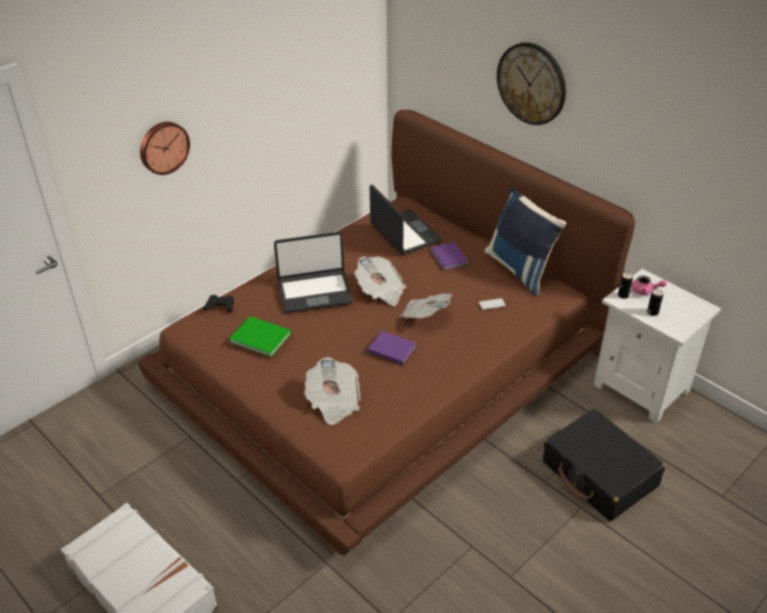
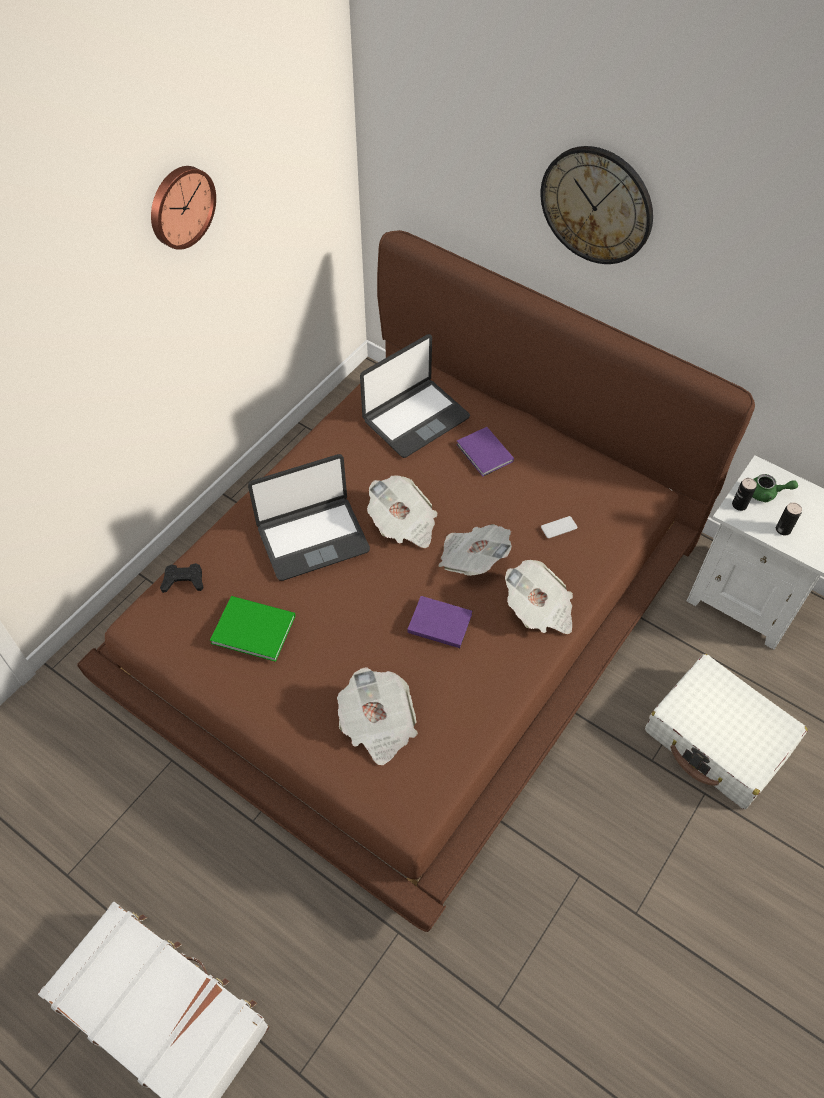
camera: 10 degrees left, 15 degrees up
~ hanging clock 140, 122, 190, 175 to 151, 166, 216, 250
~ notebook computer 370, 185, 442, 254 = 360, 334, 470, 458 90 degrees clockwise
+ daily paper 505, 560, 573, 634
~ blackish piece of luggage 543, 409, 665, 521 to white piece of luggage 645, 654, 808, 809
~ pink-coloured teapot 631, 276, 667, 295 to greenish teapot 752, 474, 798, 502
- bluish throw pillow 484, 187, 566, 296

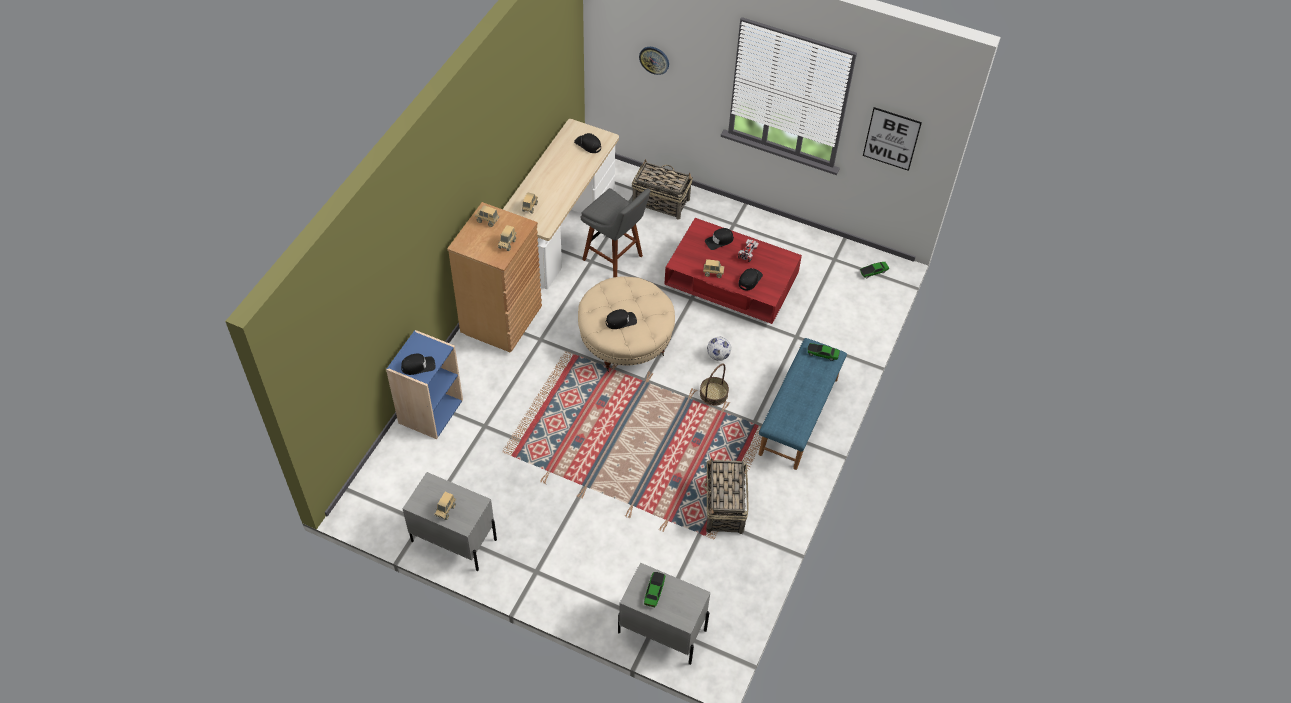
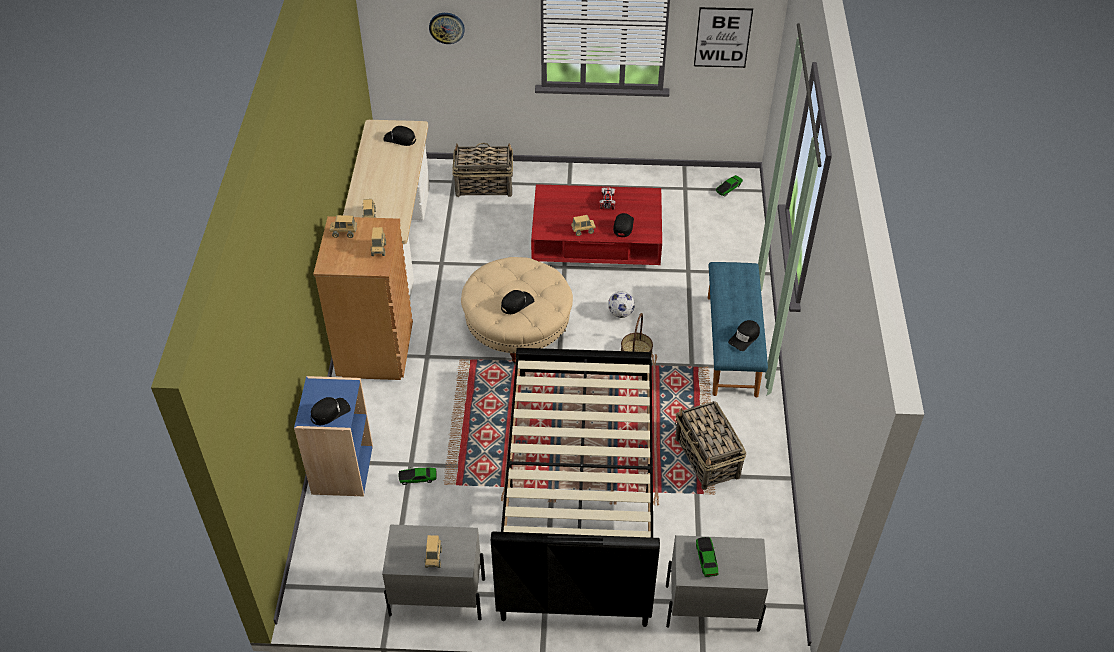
camera: 20 degrees left, 5 degrees down
~ toy car 808, 343, 840, 361 to 398, 468, 437, 485
+ blackish bedroom bed 491, 348, 660, 627
~ blackish cap 705, 228, 734, 250 to 728, 320, 760, 351
- grey sitting stool 580, 188, 651, 277

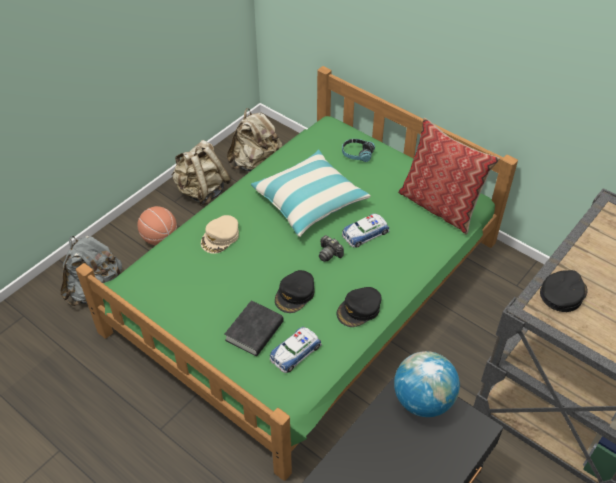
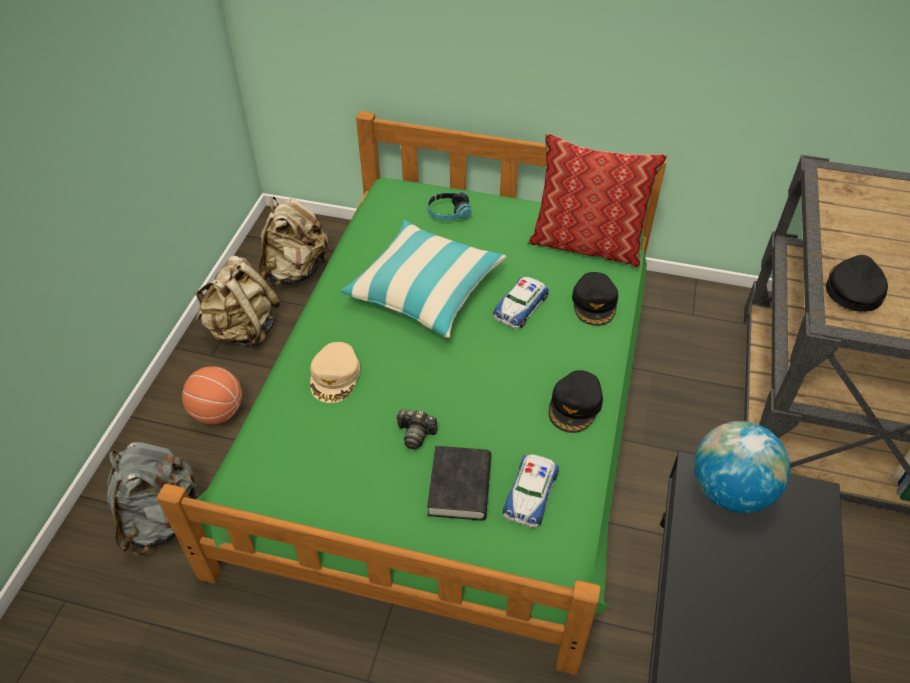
camera: 25 degrees left, 0 degrees up
~ photo camera 319, 235, 344, 262 to 396, 409, 438, 449
~ blackish cap 275, 270, 314, 313 to 572, 272, 618, 326

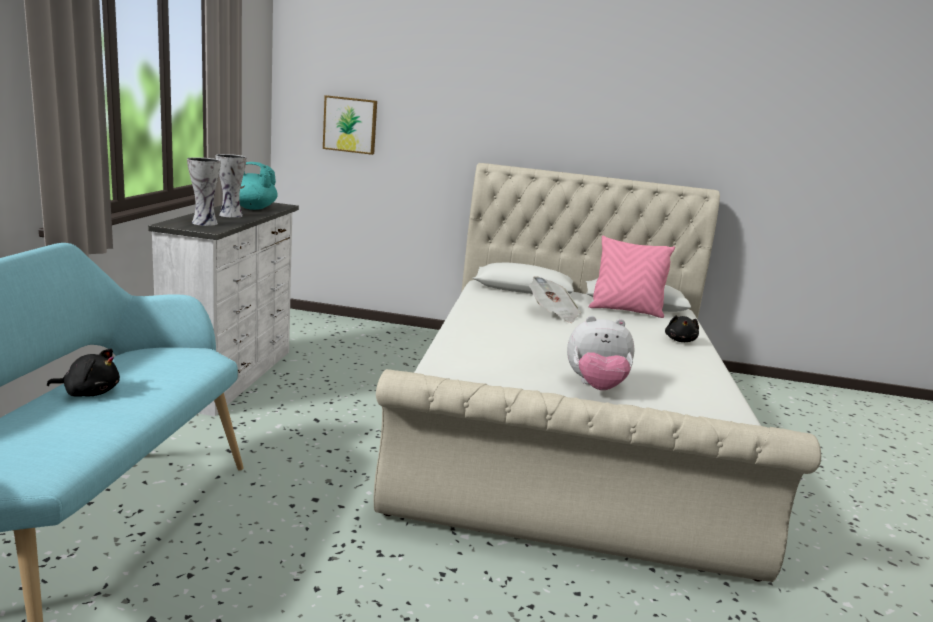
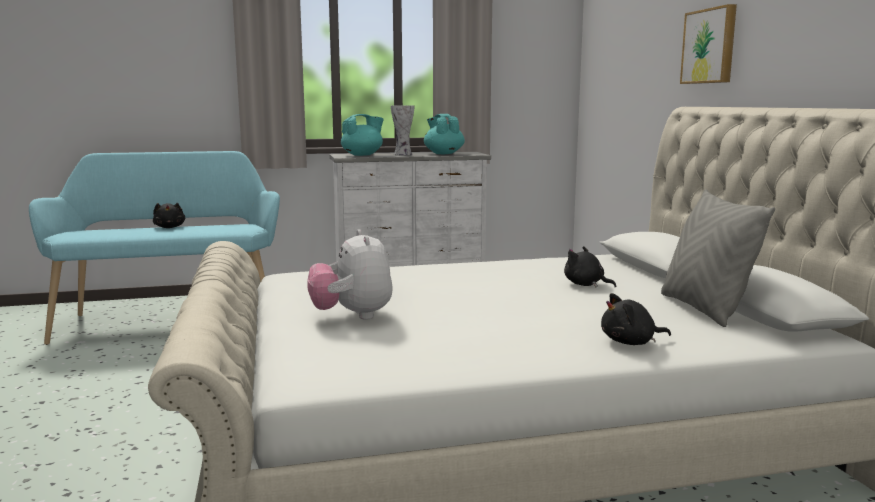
camera: 70 degrees right, 5 degrees down
~ flower vase 187, 157, 221, 226 to blue-green teapot 341, 114, 384, 156
~ daily paper 529, 276, 581, 323 to blackish cuddly toy 564, 246, 616, 288
~ pink-coloured throw pillow 589, 235, 675, 318 to grey throw pillow 661, 189, 775, 327
~ picture 323, 95, 377, 155 to 680, 4, 737, 84

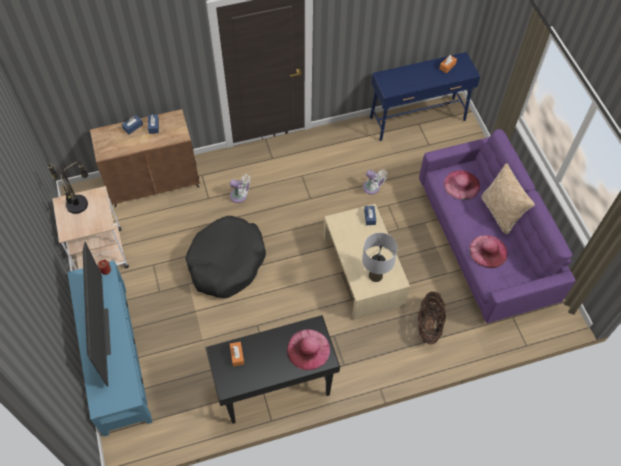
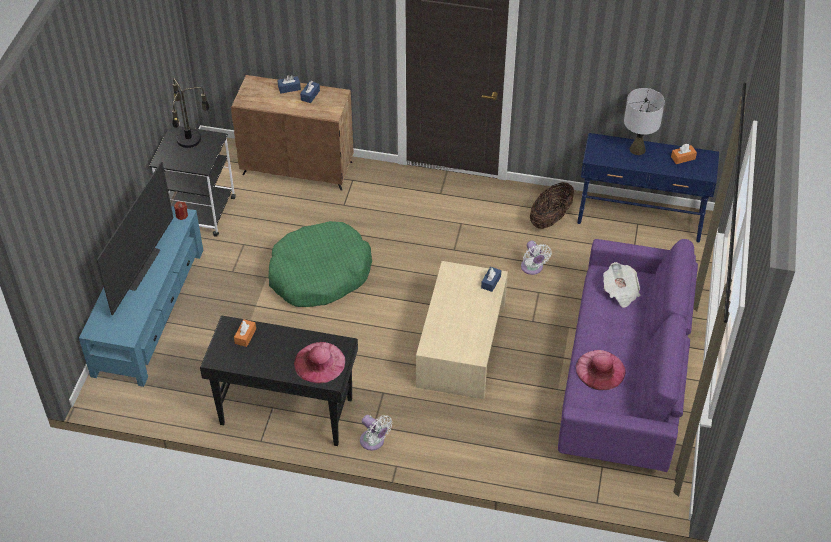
camera: 30 degrees right, 10 degrees down
~ beige-coloured cart 53, 186, 129, 270 to blackish cart 150, 125, 236, 237
~ blackish pet bed 185, 216, 266, 298 to greenish pet bed 268, 221, 372, 307
~ white fan 230, 174, 250, 203 to 360, 415, 392, 451
~ basket 418, 291, 446, 345 to 530, 182, 574, 229
~ pink-coloured hat 444, 171, 480, 200 to daily paper 603, 262, 641, 308
~ grey tabletop lamp 362, 233, 398, 282 to 624, 88, 665, 155
- beige-coloured throw pillow 481, 163, 535, 234

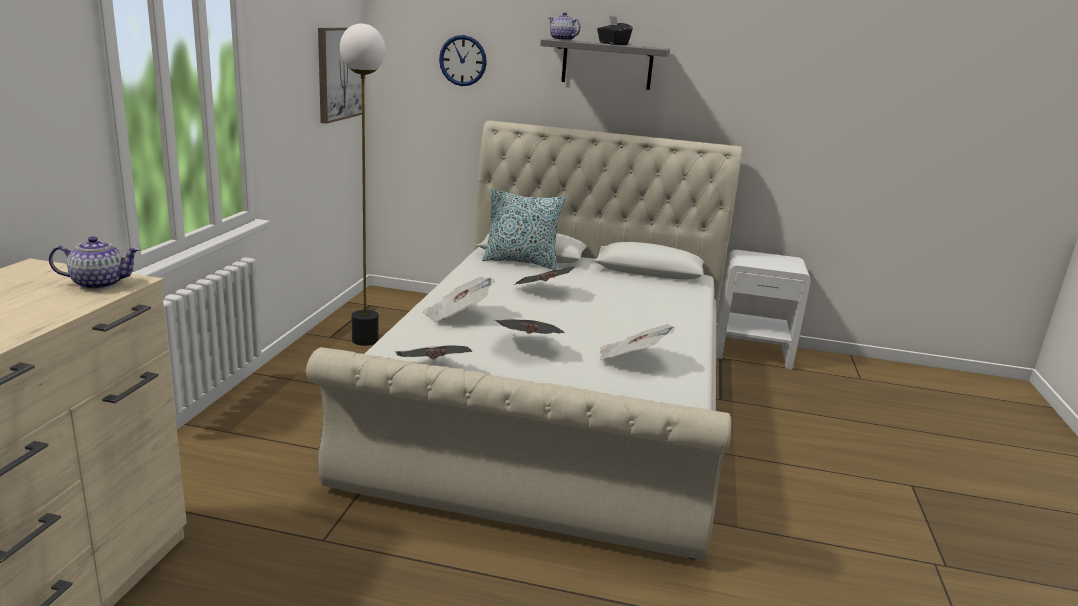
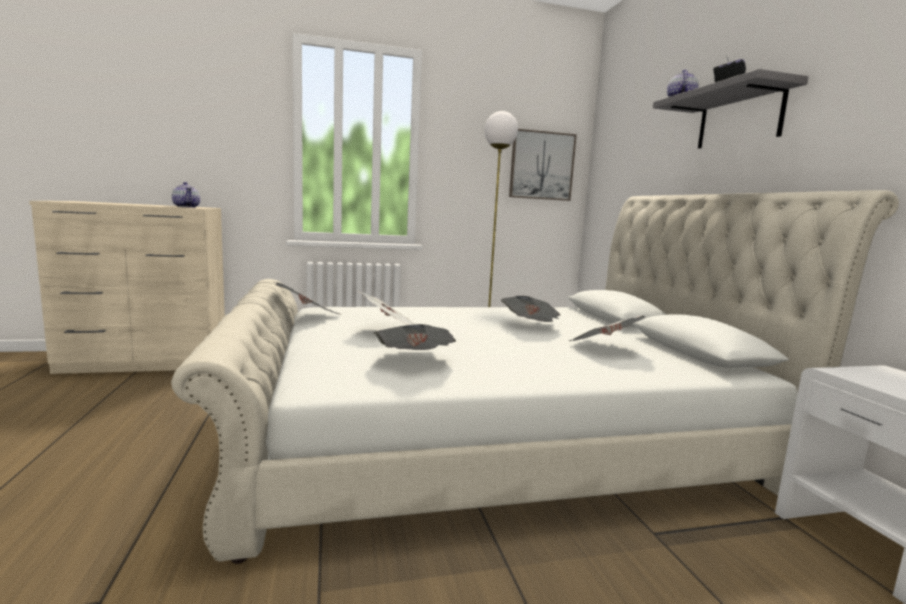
camera: 65 degrees right, 10 degrees down
~ daily paper 423, 277, 495, 322 to 569, 315, 646, 341
- hanging clock 439, 35, 487, 86
- throw pillow 482, 190, 566, 270

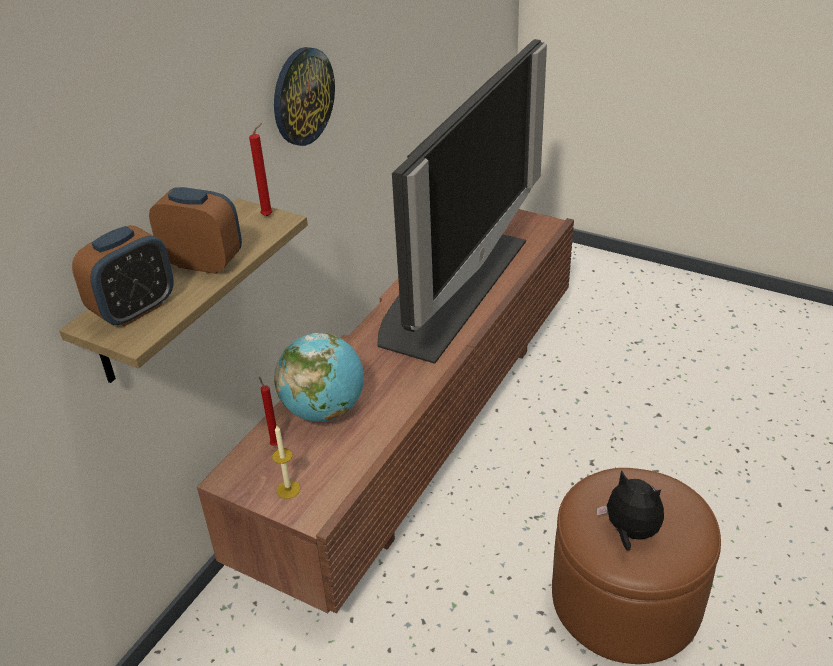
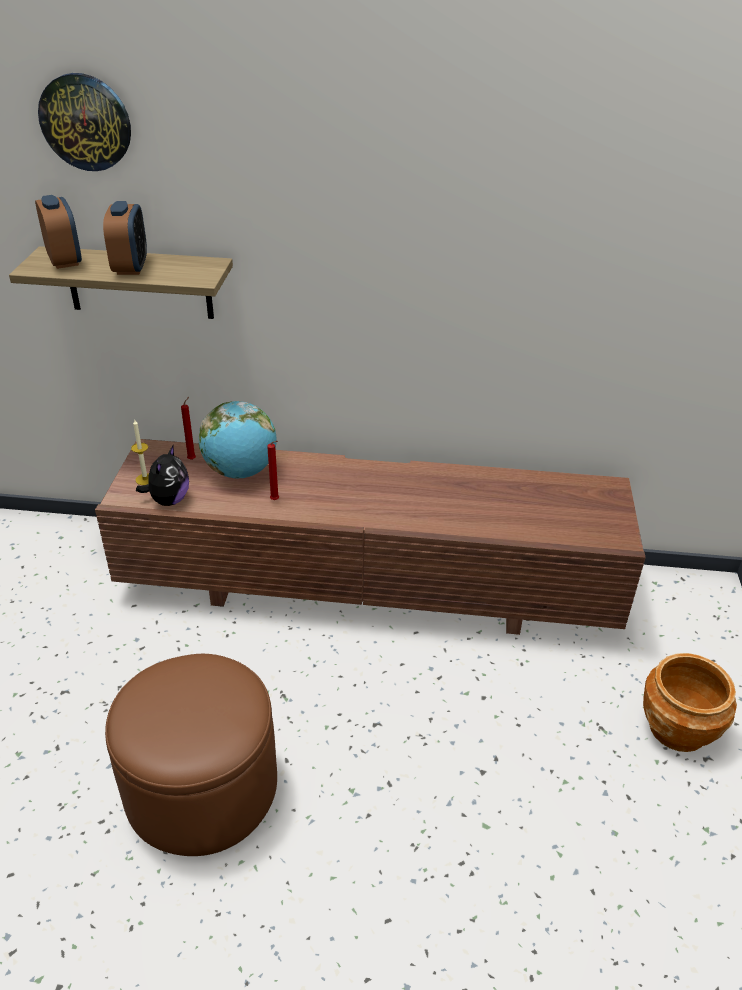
camera: 65 degrees right, 0 degrees up
~ bedside clock 72, 225, 174, 327 = 35, 195, 82, 269 135 degrees counterclockwise
~ hanging clock 274, 47, 335, 146 to 38, 73, 131, 171
~ cuddly toy 597, 470, 664, 551 to 136, 444, 189, 506
~ reddish wax light 249, 123, 273, 216 to 267, 441, 279, 500
+ brownish plant pot 643, 653, 737, 752
- TV 377, 39, 547, 364

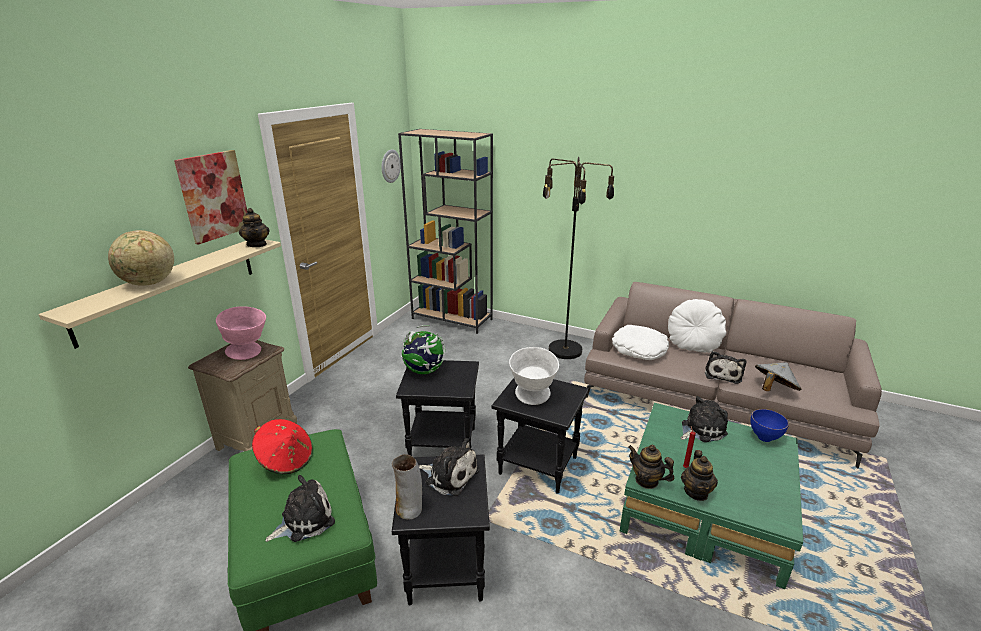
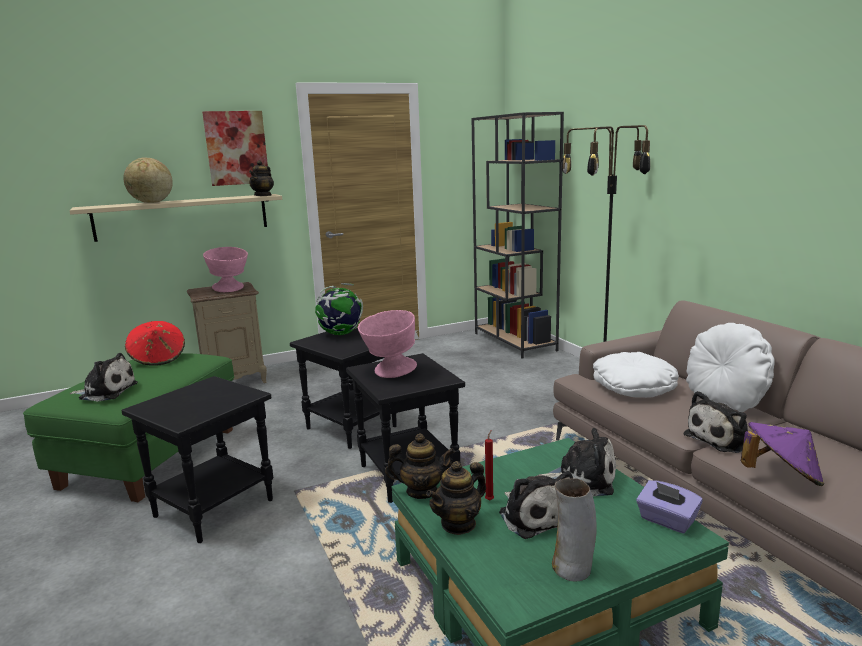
camera: 40 degrees right, 10 degrees down
~ white serving bowl 509, 347, 559, 405 to pink-coloured serving bowl 358, 310, 417, 378
~ teapot 628, 445, 674, 489 = 385, 433, 455, 499 105 degrees clockwise
~ cuddly toy 419, 438, 479, 496 to 499, 471, 573, 539
~ flower vase 392, 454, 422, 519 to 552, 478, 597, 582
~ bluish serving bowl 750, 409, 789, 442 to purple tissue box 636, 480, 703, 533
~ grey hat 755, 362, 801, 391 to purple hat 741, 422, 824, 486
- hanging clock 382, 149, 401, 183

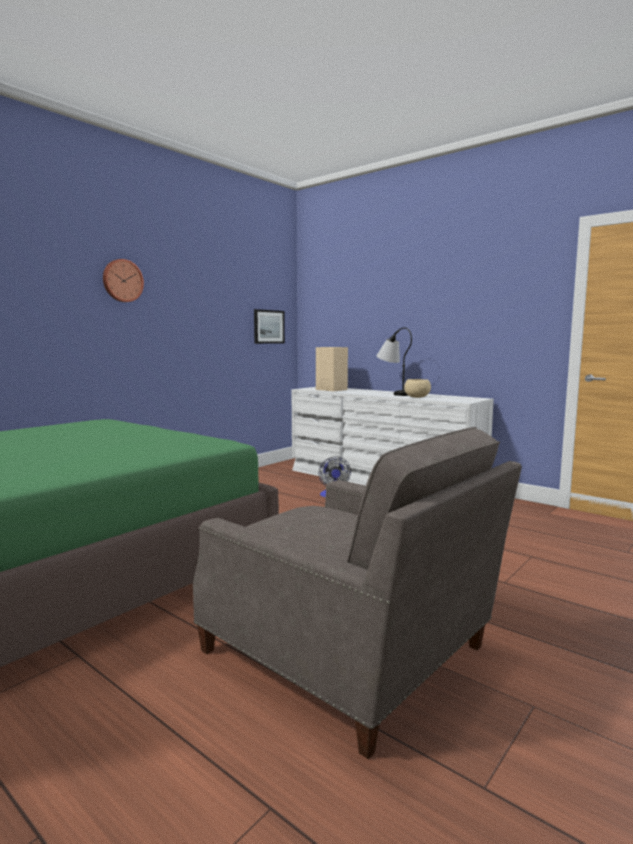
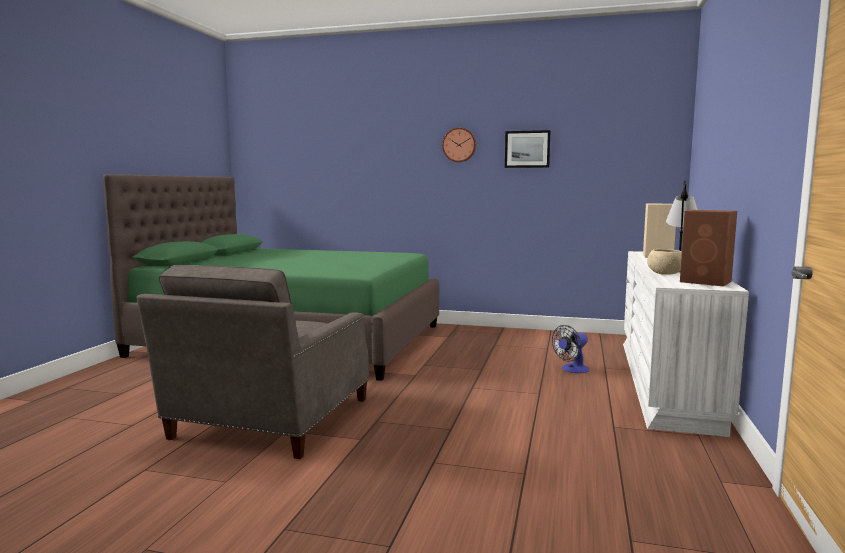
camera: 65 degrees right, 0 degrees up
~ picture 254, 309, 285, 344 to 505, 130, 551, 168
+ brownish loudspeaker 680, 210, 737, 287

